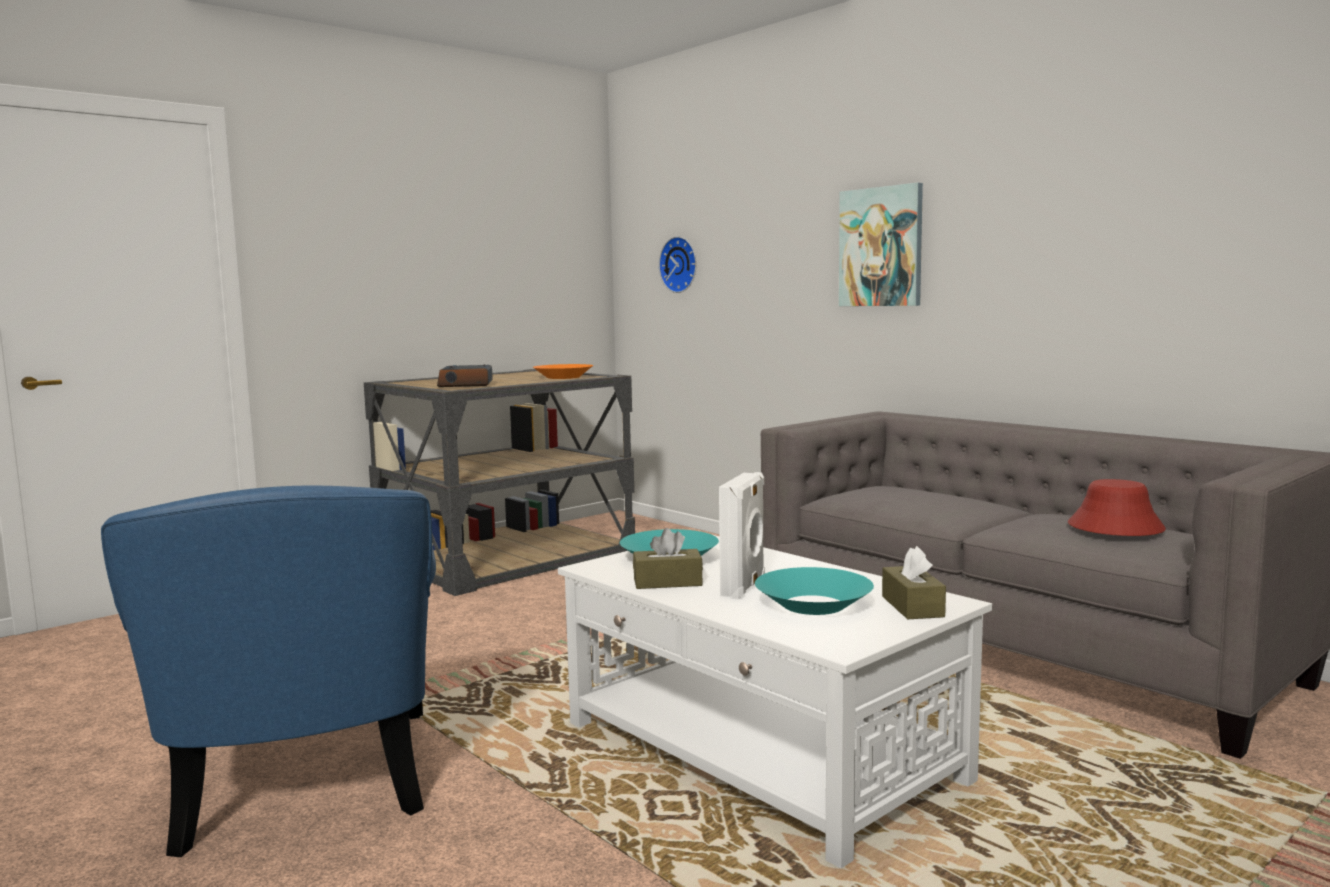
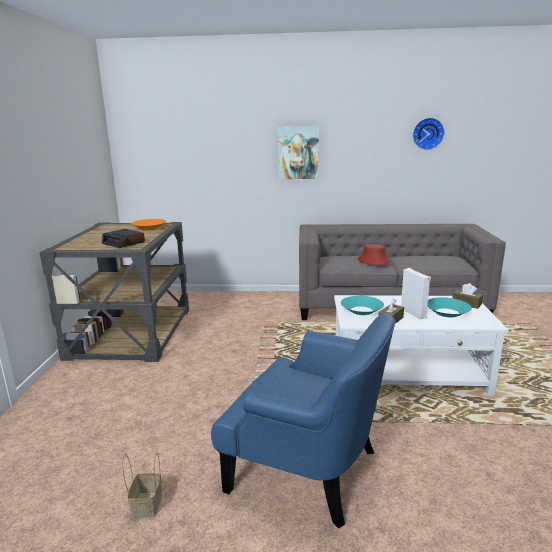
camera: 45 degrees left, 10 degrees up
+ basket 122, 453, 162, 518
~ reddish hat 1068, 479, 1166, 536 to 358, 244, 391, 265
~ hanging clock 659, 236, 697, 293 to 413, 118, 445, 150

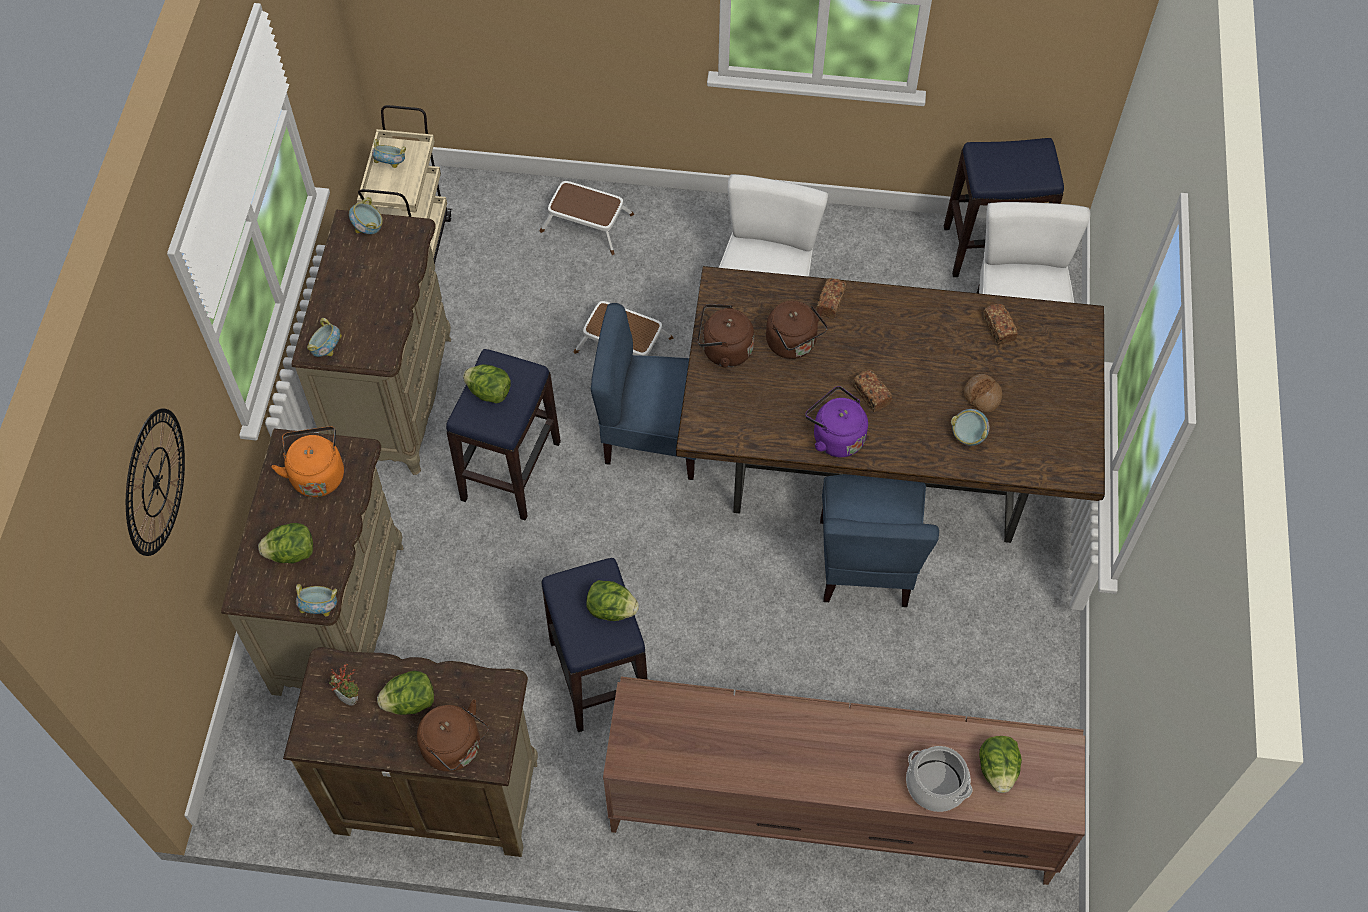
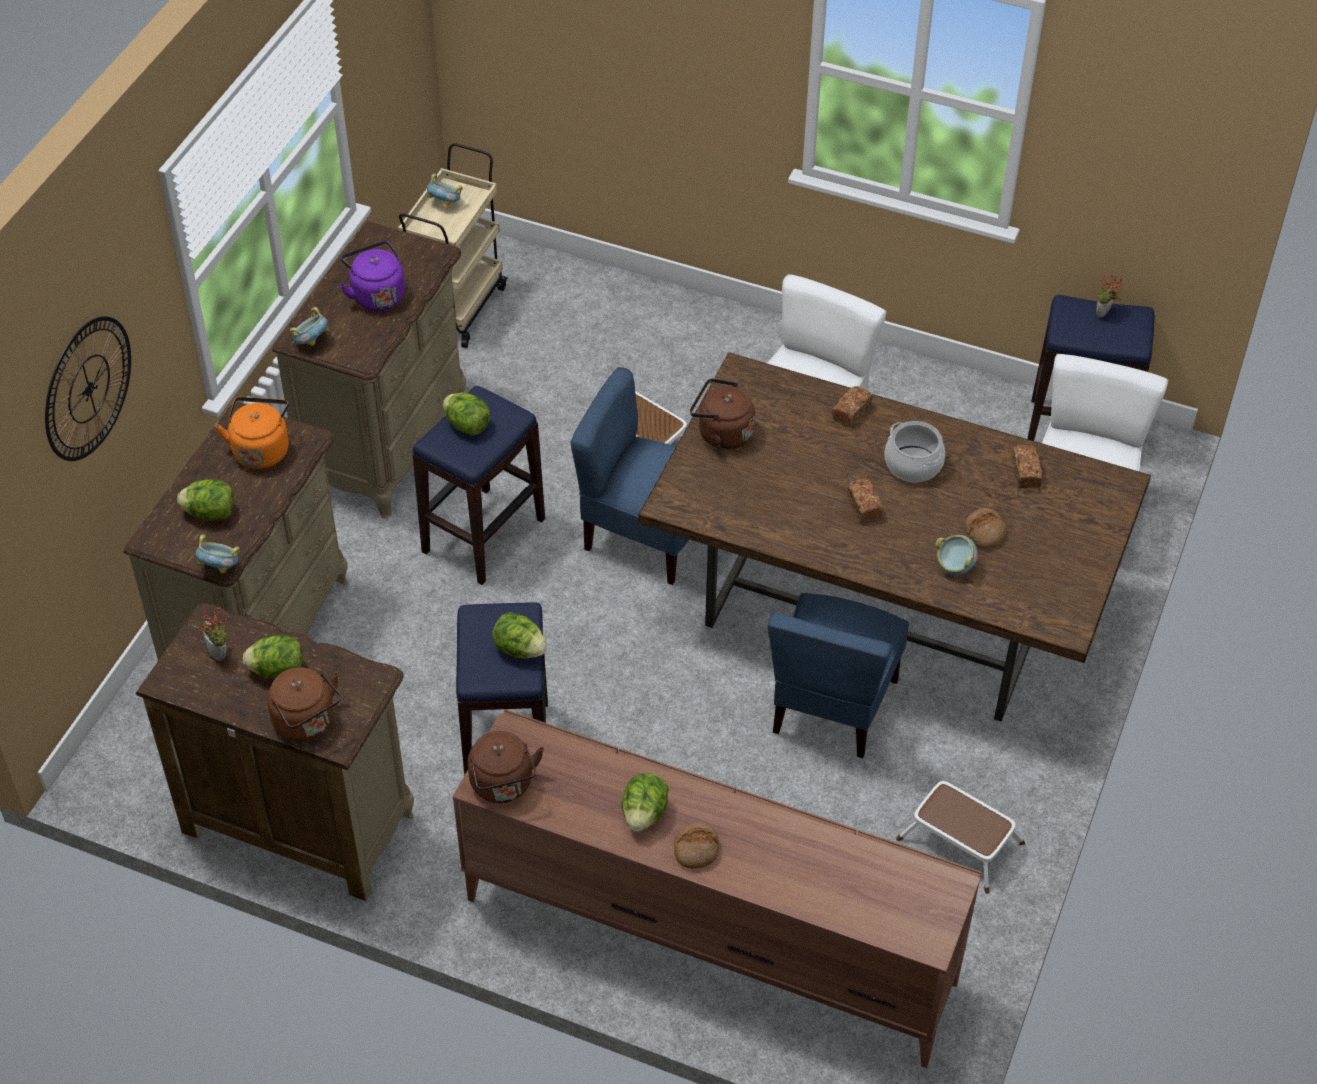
camera: 15 degrees right, 10 degrees down
~ purple water kettle 805, 386, 868, 457 to 340, 241, 405, 311
~ brownish water kettle 766, 301, 828, 359 to 468, 731, 544, 803
~ lettuce 979, 736, 1022, 793 to 622, 773, 669, 832
+ baked bread 674, 823, 719, 869
~ saucepot 906, 746, 973, 812 to 884, 421, 945, 482
~ brownish stepladder 539, 181, 634, 255 to 896, 781, 1025, 894
+ plant in a pot 1096, 274, 1123, 318
- serving bowl 349, 197, 383, 234

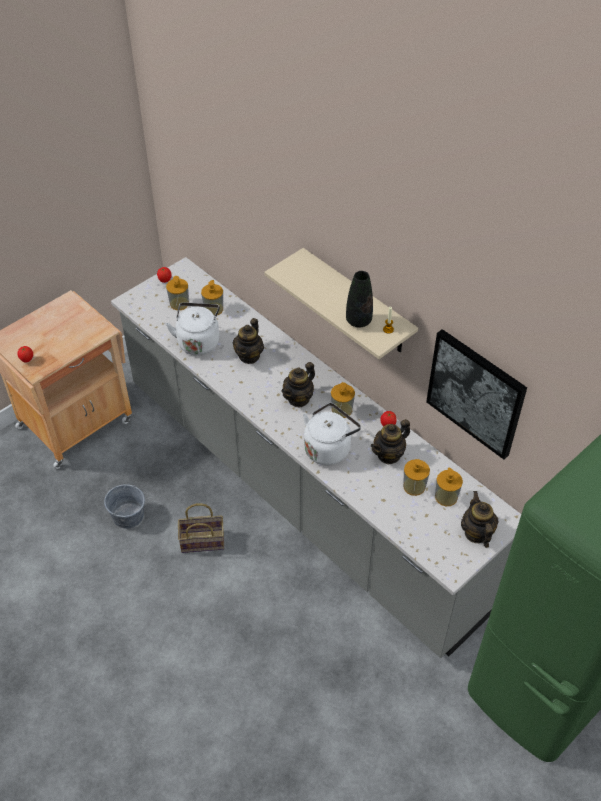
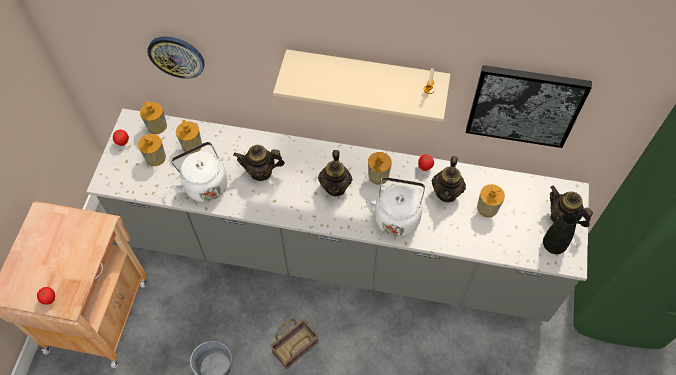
camera: 35 degrees left, 10 degrees up
~ liquid soap bottle 435, 468, 463, 506 to 140, 101, 167, 134
+ hanging clock 147, 37, 205, 79
~ teapot 233, 318, 264, 364 = 233, 145, 285, 181 105 degrees clockwise
~ blackish flower vase 346, 271, 373, 328 to 543, 213, 577, 254

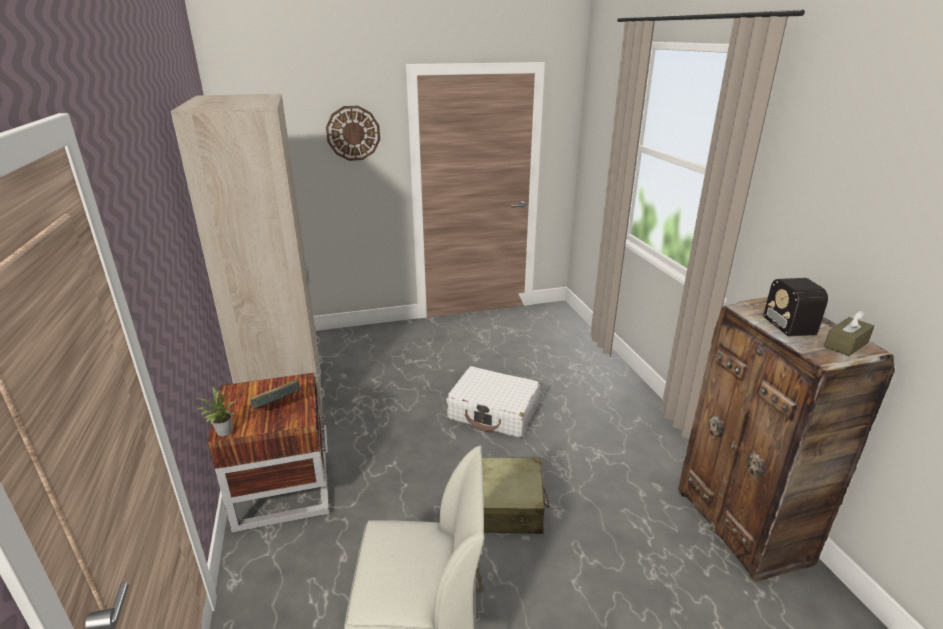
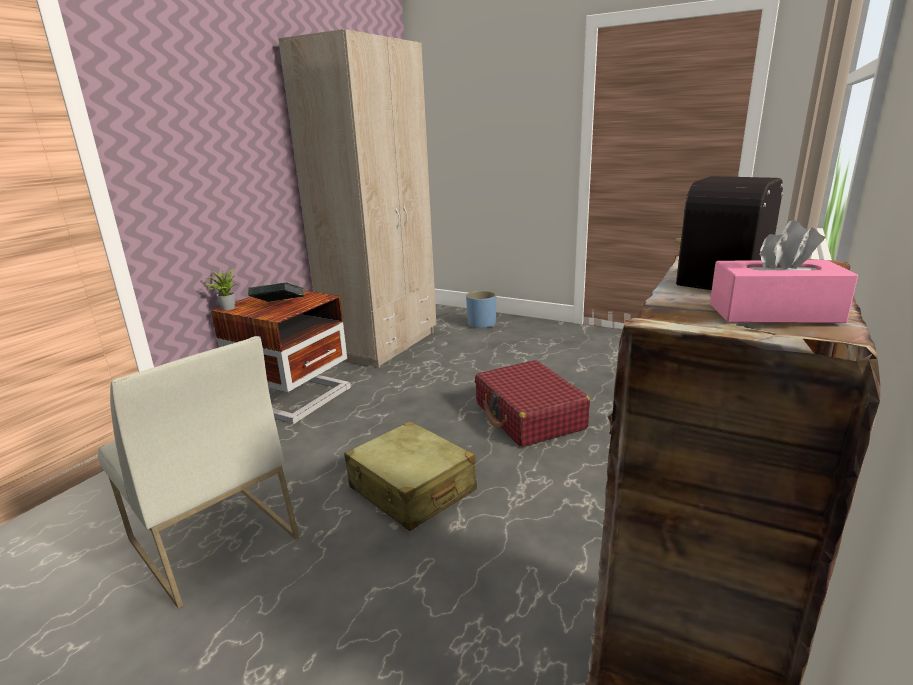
camera: 45 degrees right, 5 degrees down
+ bluish plant pot 466, 290, 496, 329
~ white piece of luggage 446, 366, 540, 438 to reddish piece of luggage 475, 360, 590, 447
~ brownish tissue box 824, 311, 875, 356 to pink-coloured tissue box 710, 220, 858, 323
- hanging clock 326, 106, 380, 161

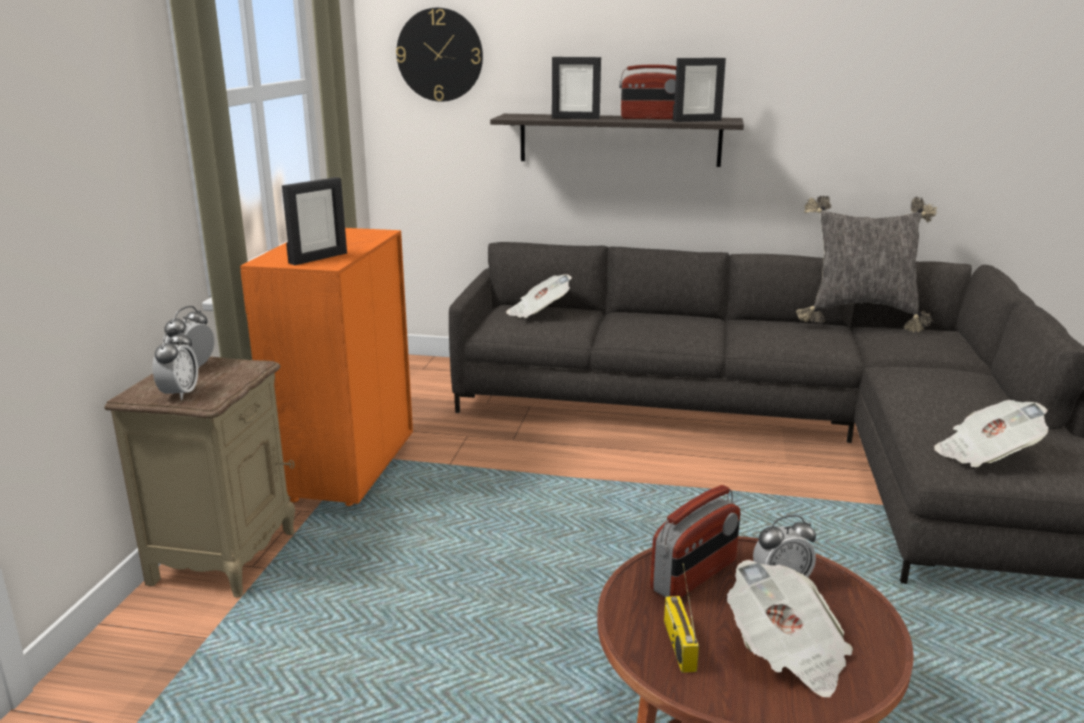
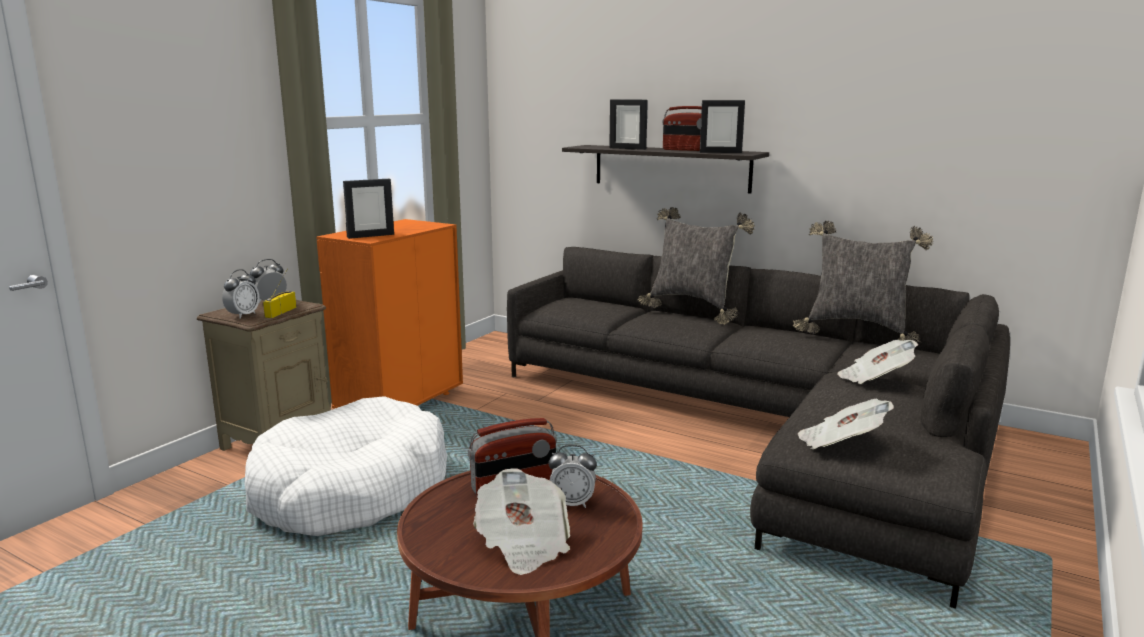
camera: 20 degrees right, 5 degrees down
+ white pet bed 244, 396, 447, 536
~ radio receiver 664, 563, 699, 673 to 263, 269, 296, 318
+ throw pillow 638, 208, 755, 325
~ daily paper 506, 274, 572, 318 to 837, 340, 918, 384
- hanging clock 396, 8, 483, 102

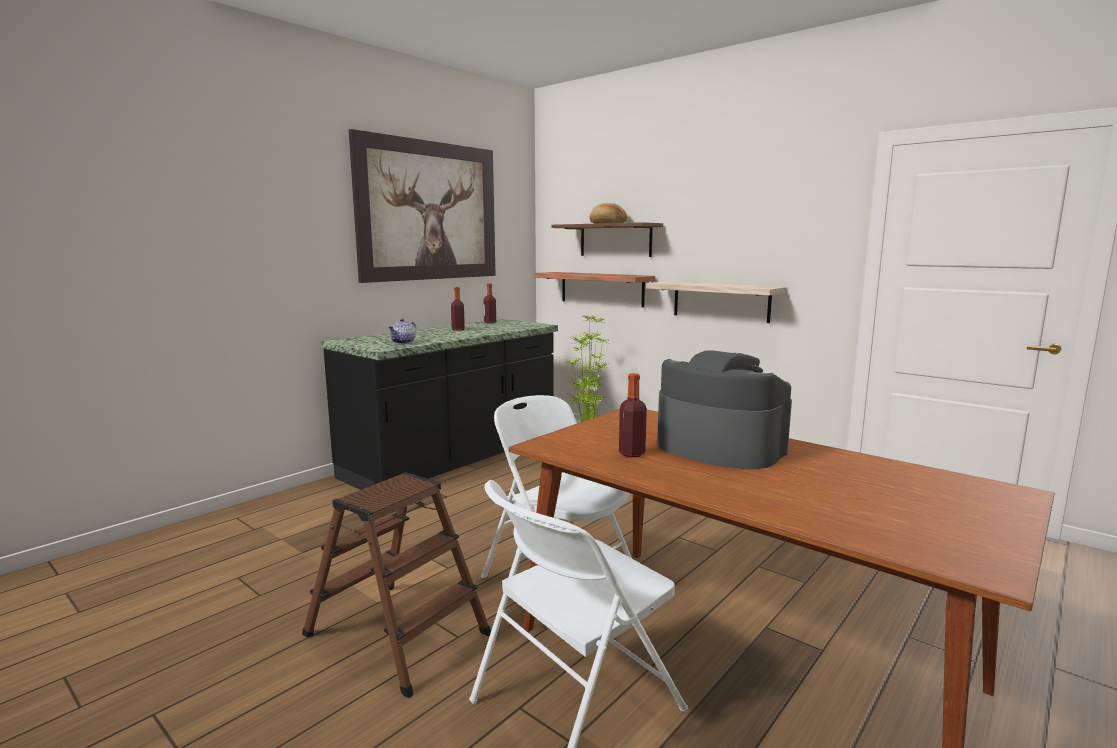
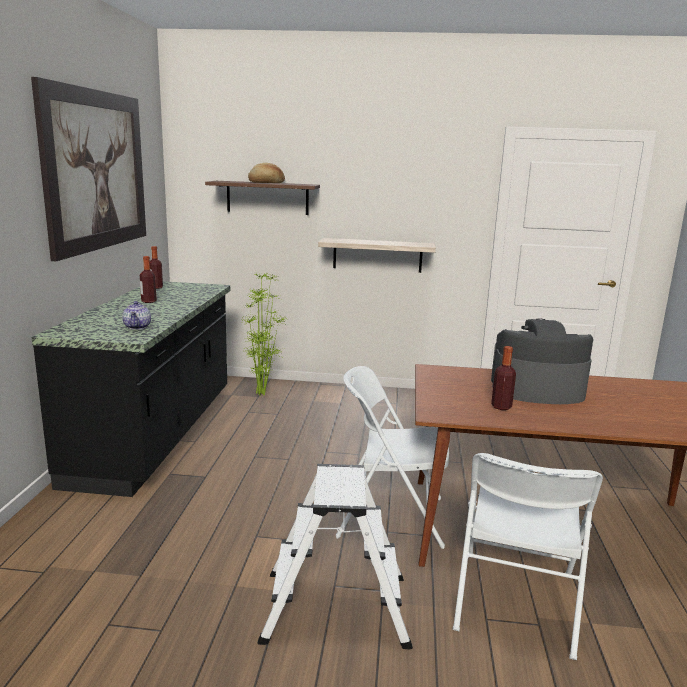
camera: 35 degrees left, 5 degrees up
~ brownish stepladder 302, 472, 491, 698 to white stepladder 257, 464, 413, 649
- shelf 534, 272, 655, 308

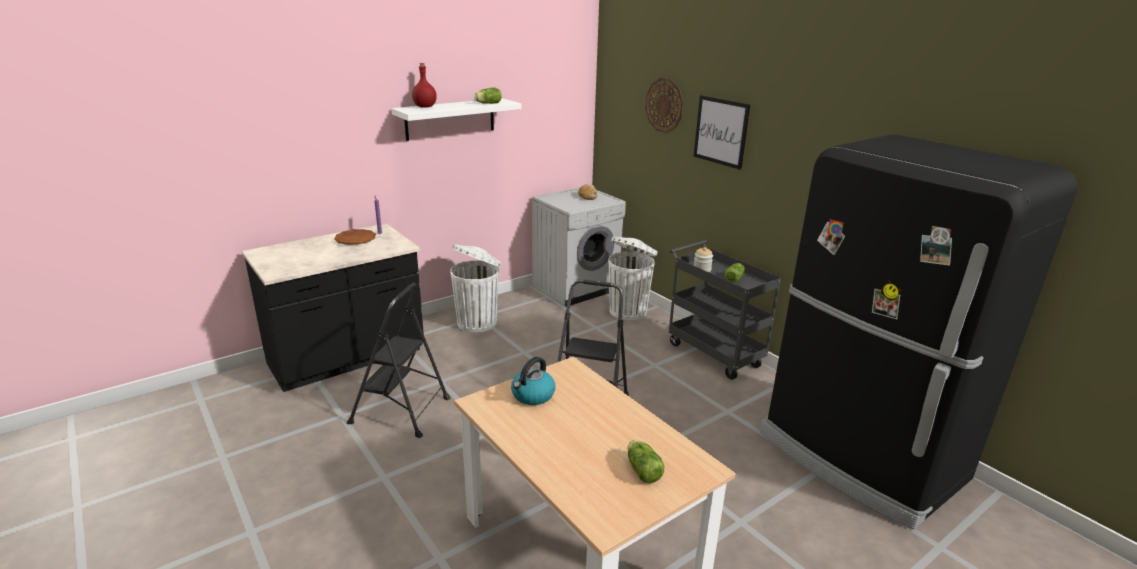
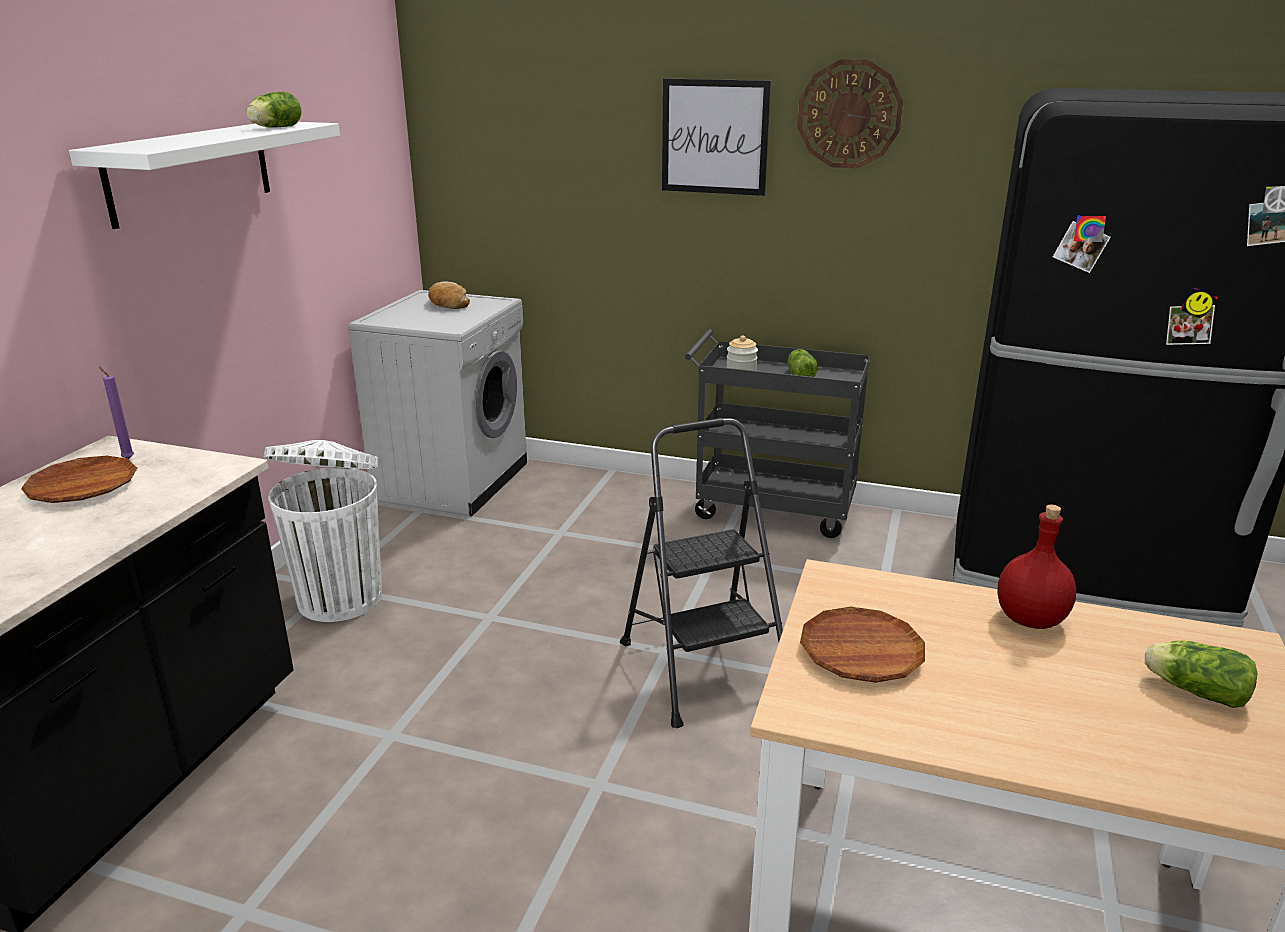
camera: 35 degrees left, 0 degrees up
~ hanging clock 645, 78, 684, 133 to 797, 59, 903, 168
~ water kettle 511, 357, 555, 405 to brownish flat dish 800, 607, 925, 683
~ reddish beverage bottle 412, 63, 437, 108 to 997, 505, 1076, 629
- blackish stepladder 346, 283, 451, 438
- white rubbish bin 608, 237, 658, 320

